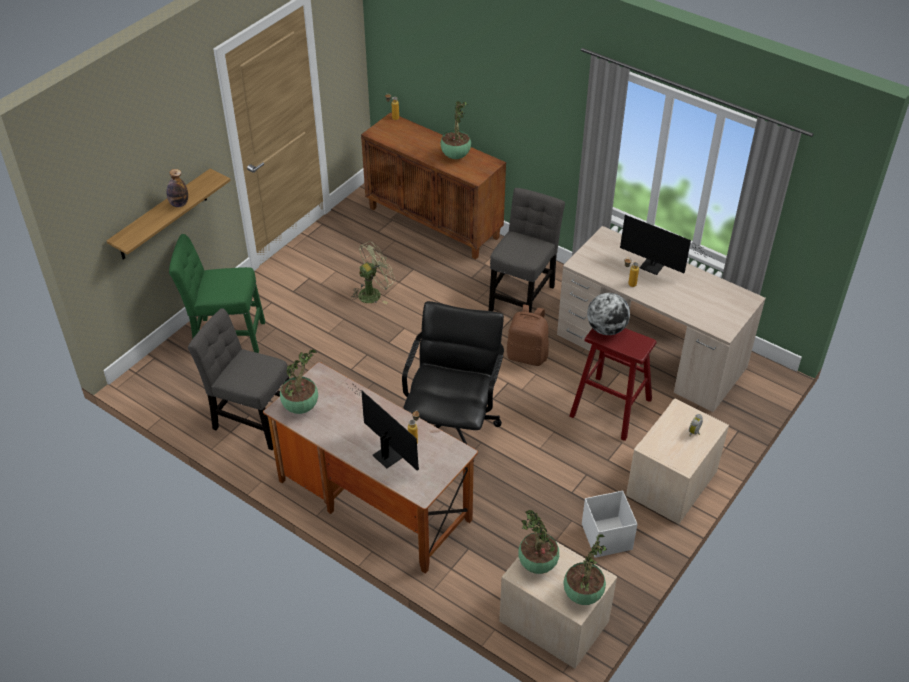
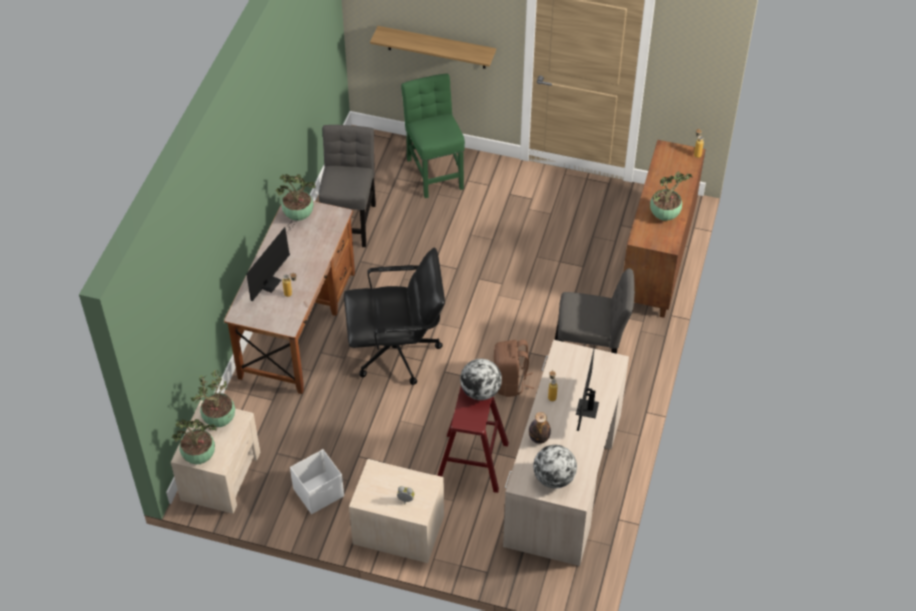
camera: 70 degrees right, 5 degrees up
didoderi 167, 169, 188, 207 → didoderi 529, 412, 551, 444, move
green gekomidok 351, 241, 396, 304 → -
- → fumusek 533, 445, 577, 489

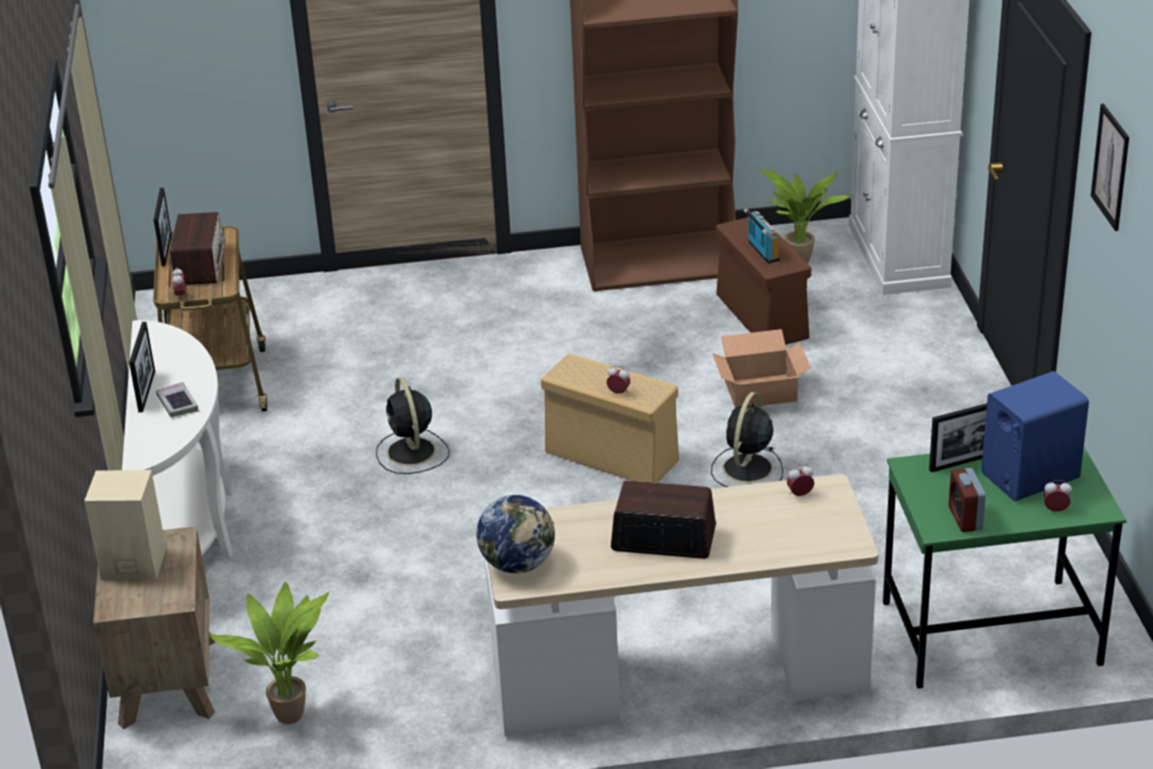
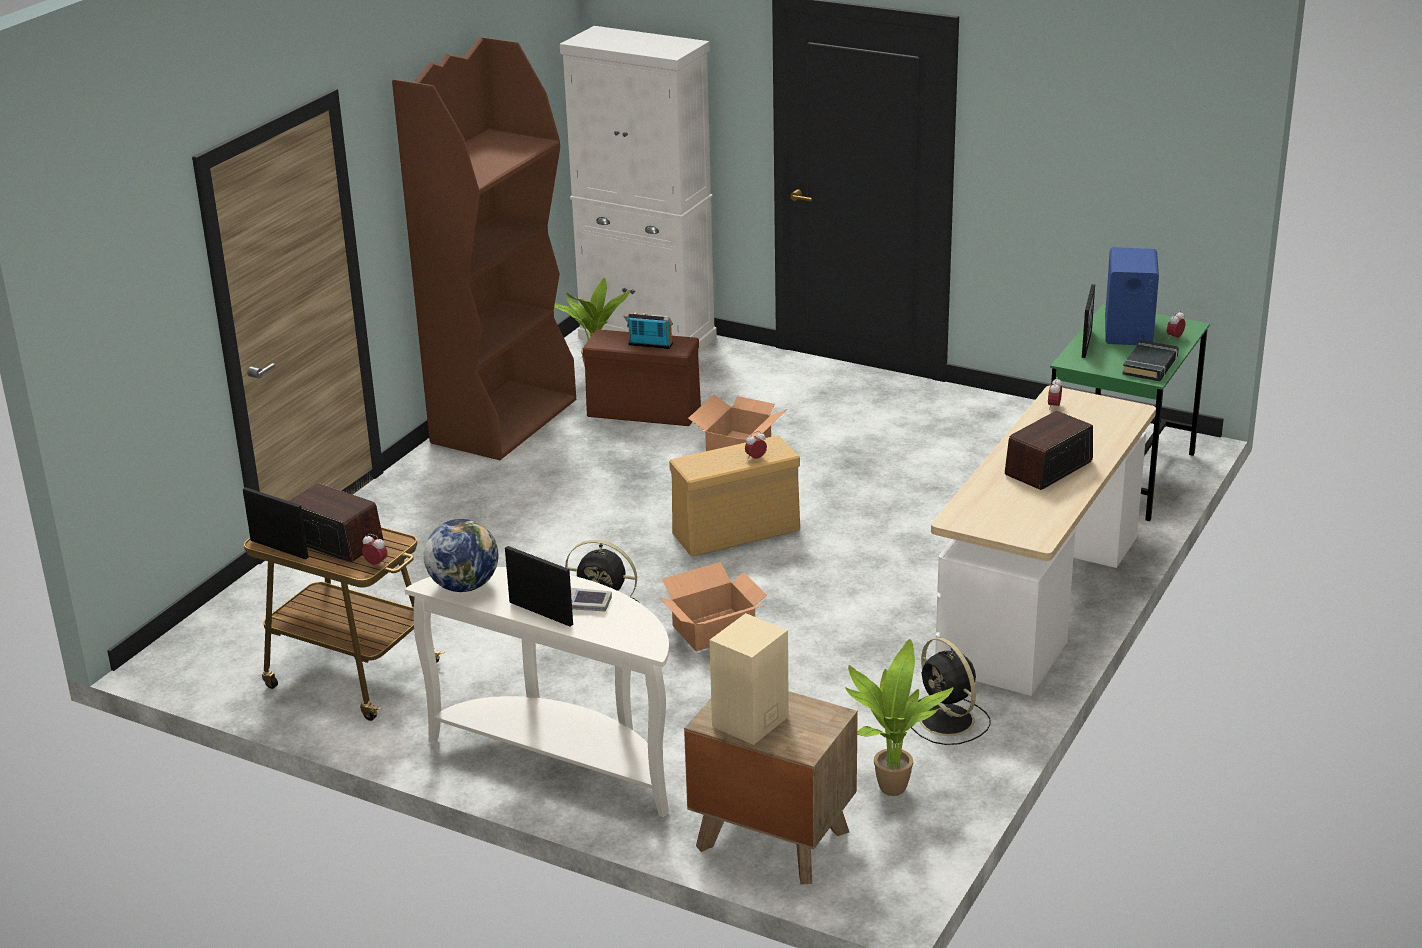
camera: 55 degrees left, 5 degrees down
fumusek 476, 495, 555, 573 → fumusek 424, 519, 499, 592, move
black gekomidok 711, 392, 783, 487 → black gekomidok 911, 637, 991, 745, move
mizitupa 949, 468, 986, 532 → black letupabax 1122, 340, 1179, 381
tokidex 1091, 104, 1129, 231 → -
- → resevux 659, 562, 767, 651

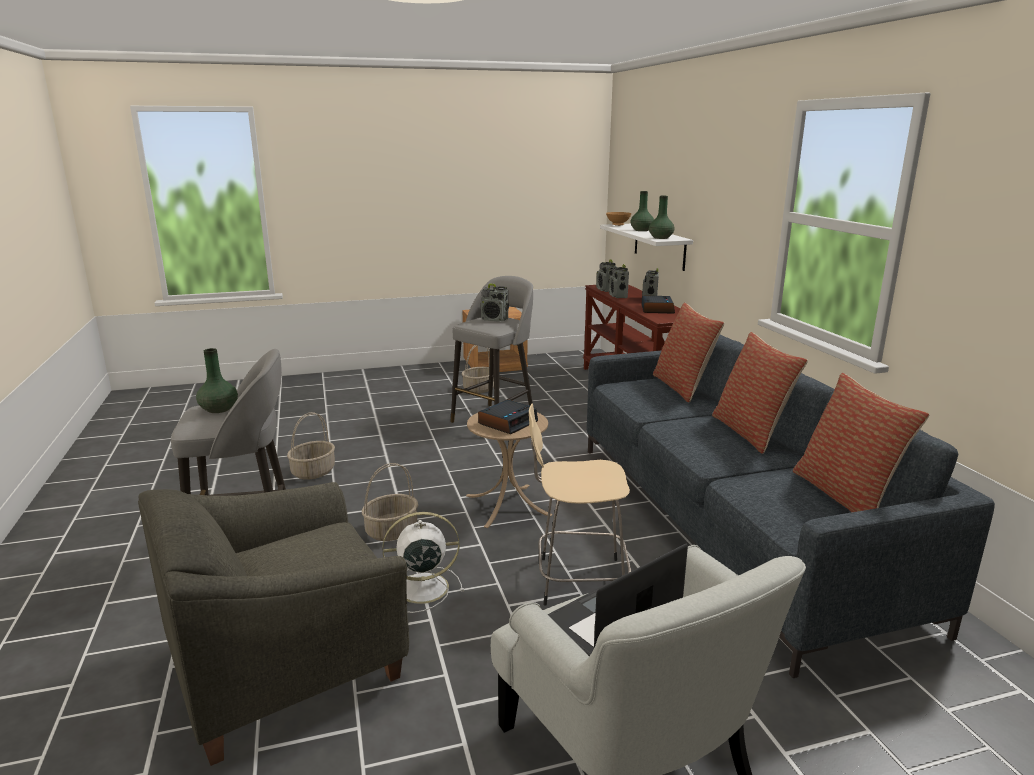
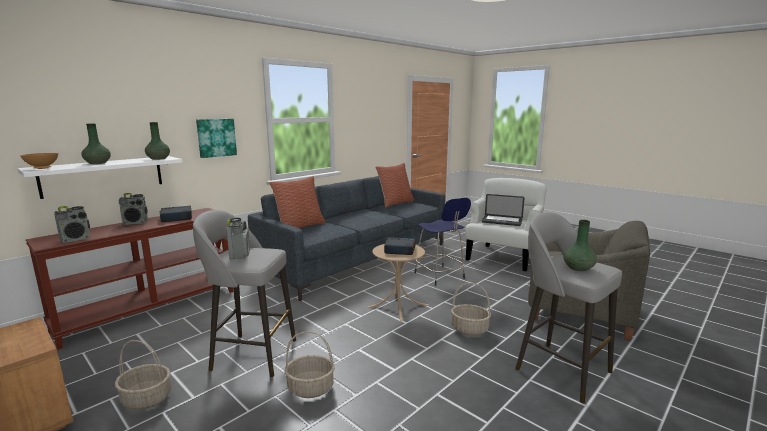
camera: 120 degrees left, 5 degrees down
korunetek 287, 412, 335, 480 → korunetek 284, 331, 335, 398, move
white gekomidok 382, 512, 464, 613 → -
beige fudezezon 529, 404, 631, 606 → blue fudezezon 415, 198, 471, 286
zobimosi 609, 264, 629, 298 → -
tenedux 712, 332, 808, 454 → -
- → tokidex 196, 119, 237, 158

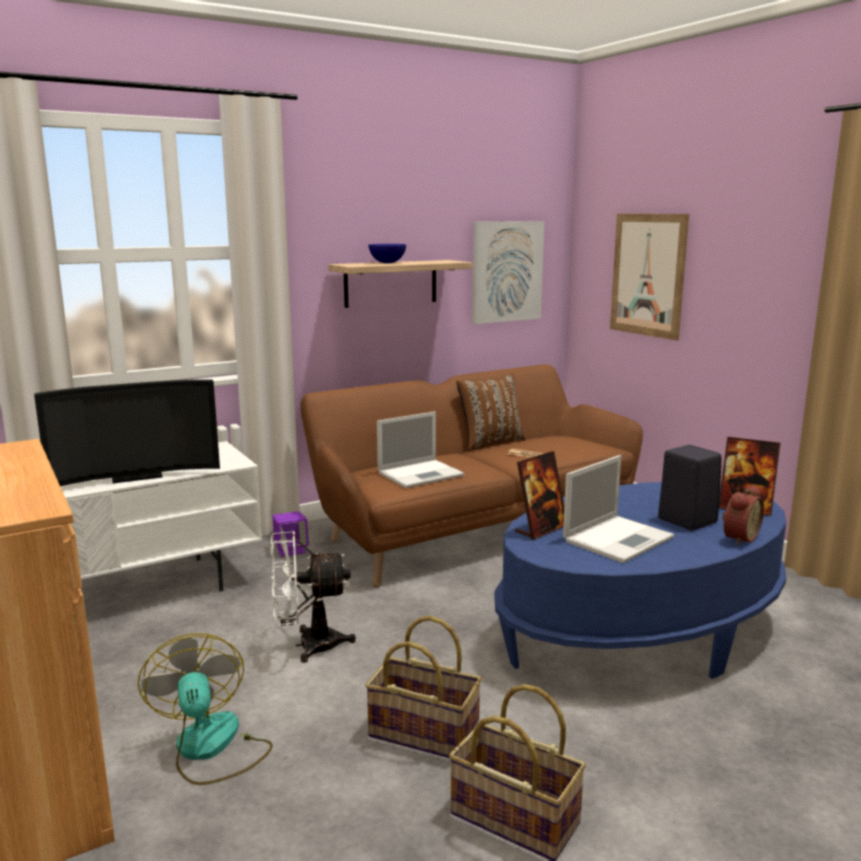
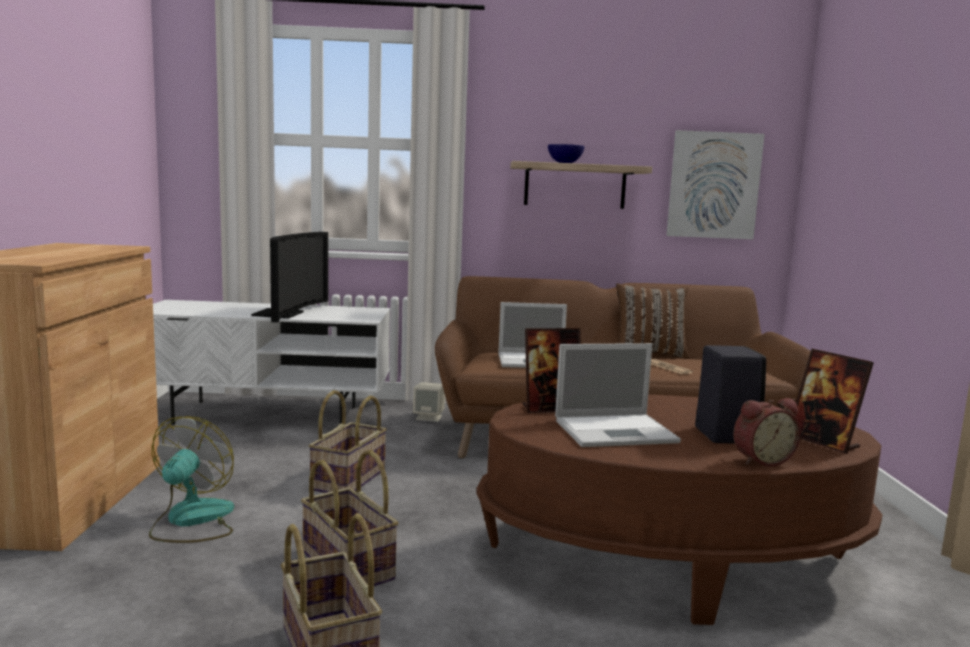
camera: 30 degrees right, 5 degrees down
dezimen 34, 379, 220, 486 → dezimen 251, 232, 328, 323, 90 degrees counterclockwise
white gekomidok 270, 531, 356, 663 → korunetek 308, 390, 387, 493
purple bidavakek 272, 511, 309, 557 → beige bidavakek 413, 382, 445, 422
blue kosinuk 494, 482, 786, 679 → brown kosinuk 476, 394, 882, 625
tokidex 610, 214, 689, 341 → -

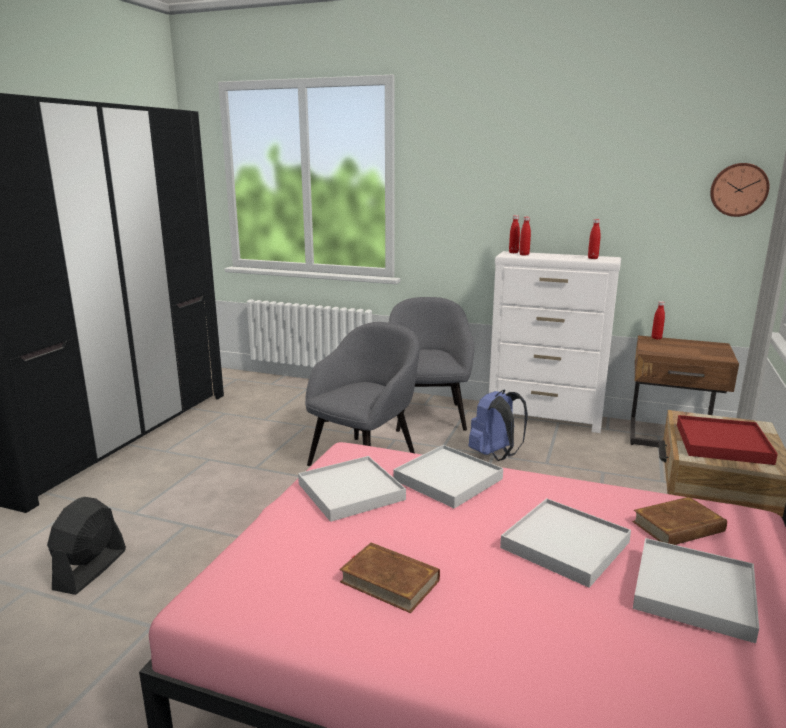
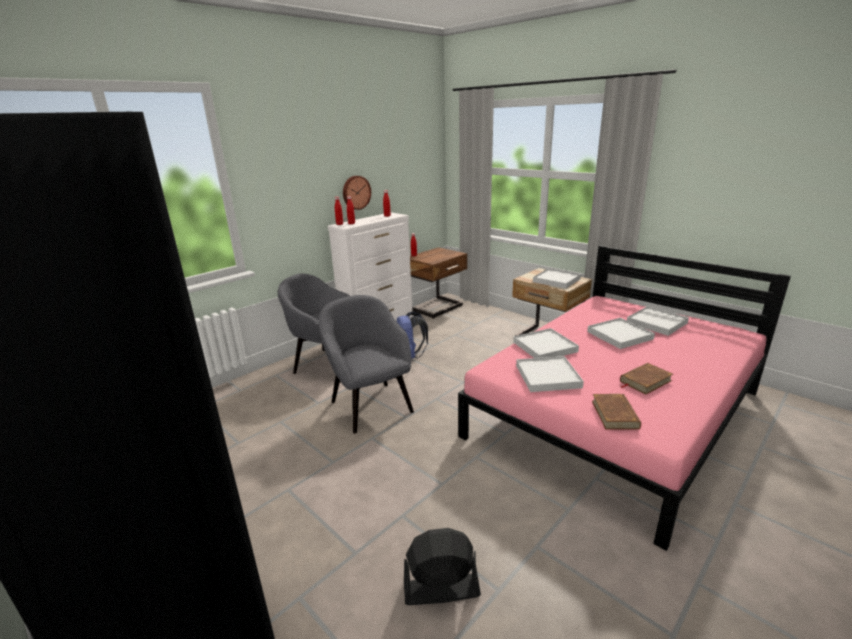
camera: 65 degrees left, 5 degrees up
black gekomidok 47, 497, 126, 595 → black gekomidok 404, 528, 481, 605, 135 degrees clockwise
brown letupabax 632, 497, 727, 545 → brown letupabax 592, 394, 641, 429, move
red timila 677, 415, 778, 465 → white timila 533, 268, 581, 289
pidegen 710, 163, 769, 217 → pidegen 343, 176, 371, 210, move

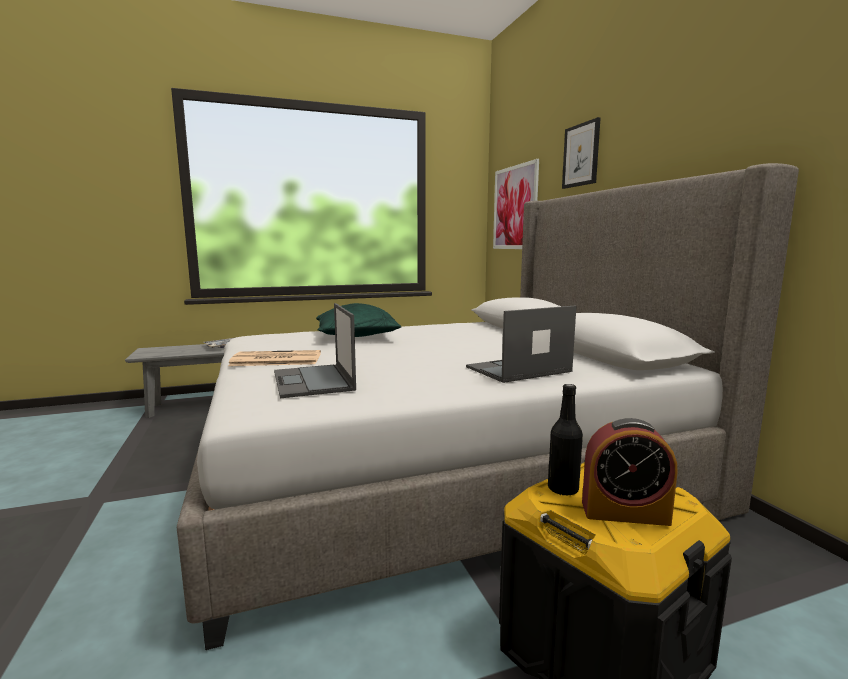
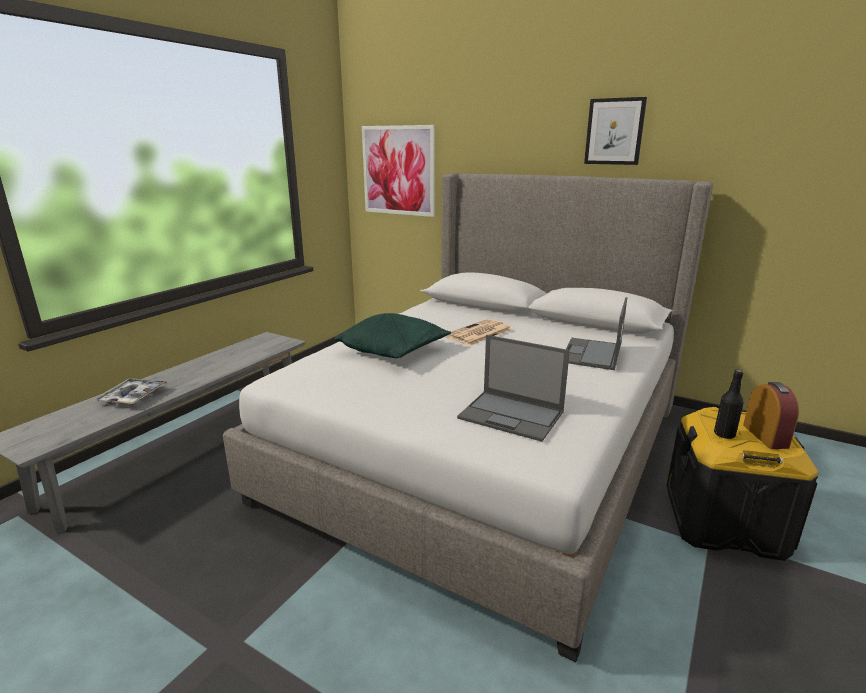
camera: 40 degrees left, 10 degrees up
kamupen 228, 350, 321, 366 → kamupen 445, 319, 512, 346, move
tokidex 562, 117, 600, 189 → tokidex 584, 97, 647, 165, move
mizitupa 582, 418, 678, 526 → mizitupa 743, 382, 799, 449, 60 degrees counterclockwise

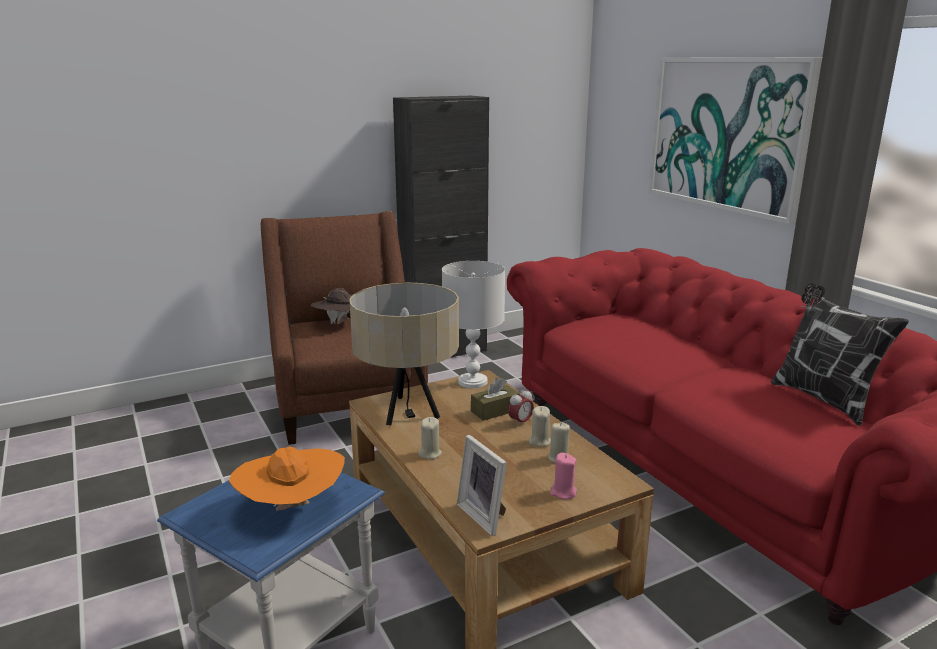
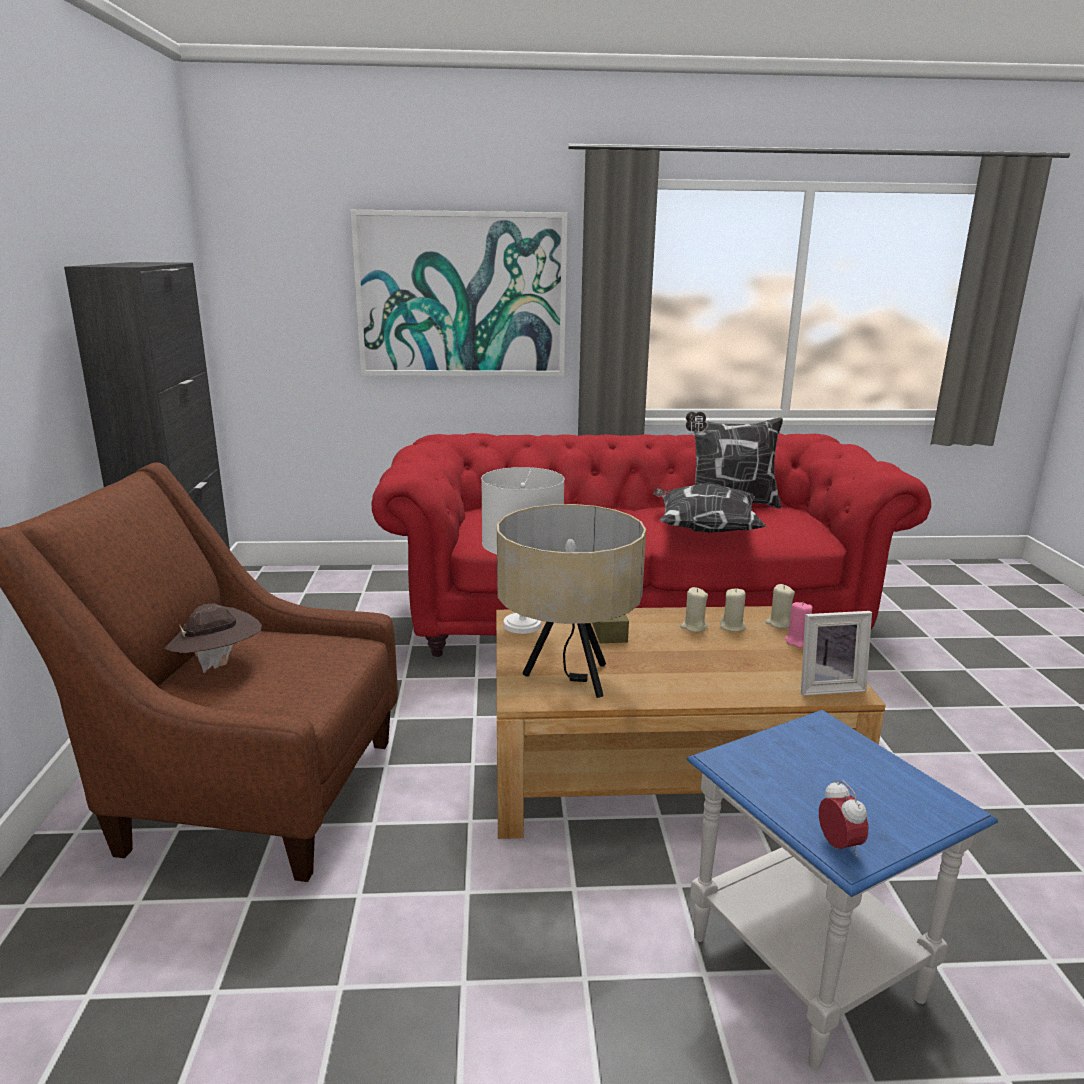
camera: 65 degrees left, 0 degrees up
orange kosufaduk 229, 446, 345, 511 → -
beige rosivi 418, 417, 442, 459 → beige rosivi 765, 584, 795, 629, move
mizitupa 508, 388, 534, 427 → mizitupa 819, 780, 868, 857, move
- → tenedux 653, 483, 766, 533

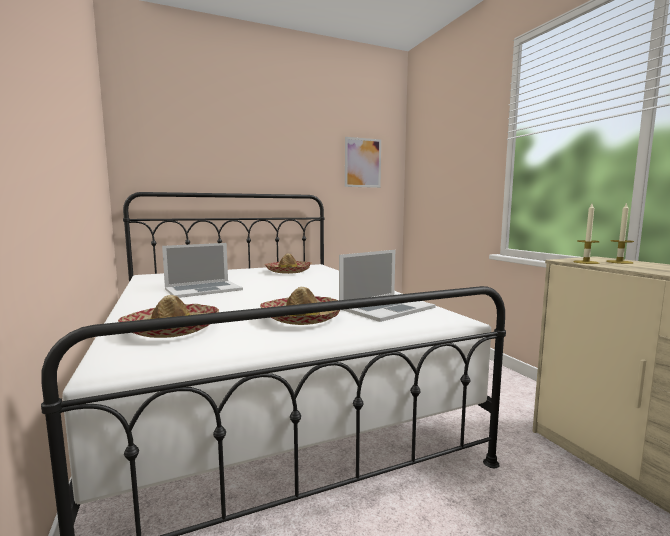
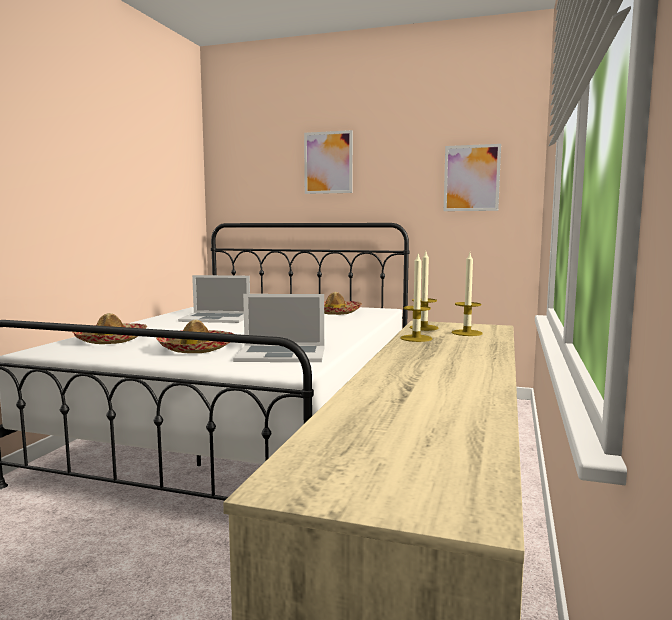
camera: 40 degrees right, 0 degrees up
- → tokidex 304, 130, 353, 194
- → rosivi 400, 252, 432, 342

